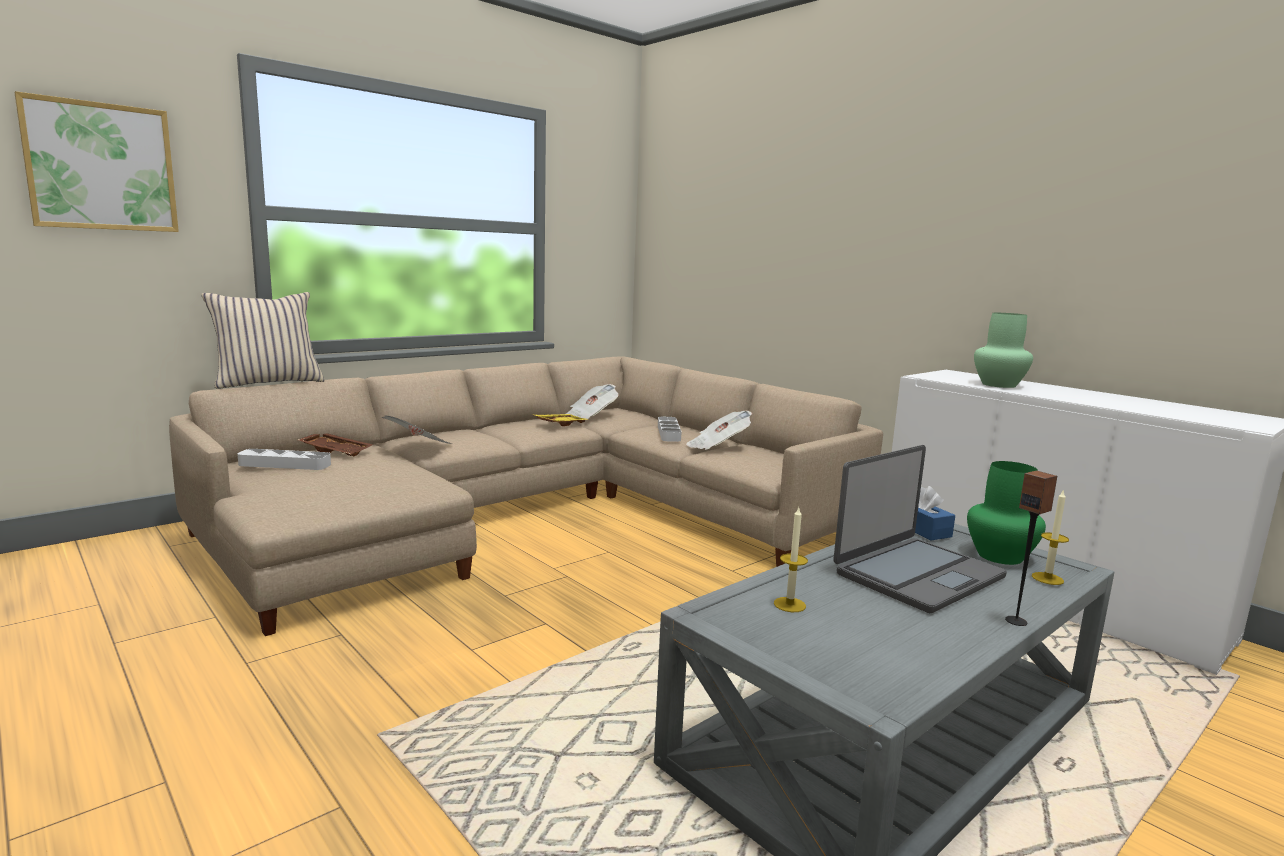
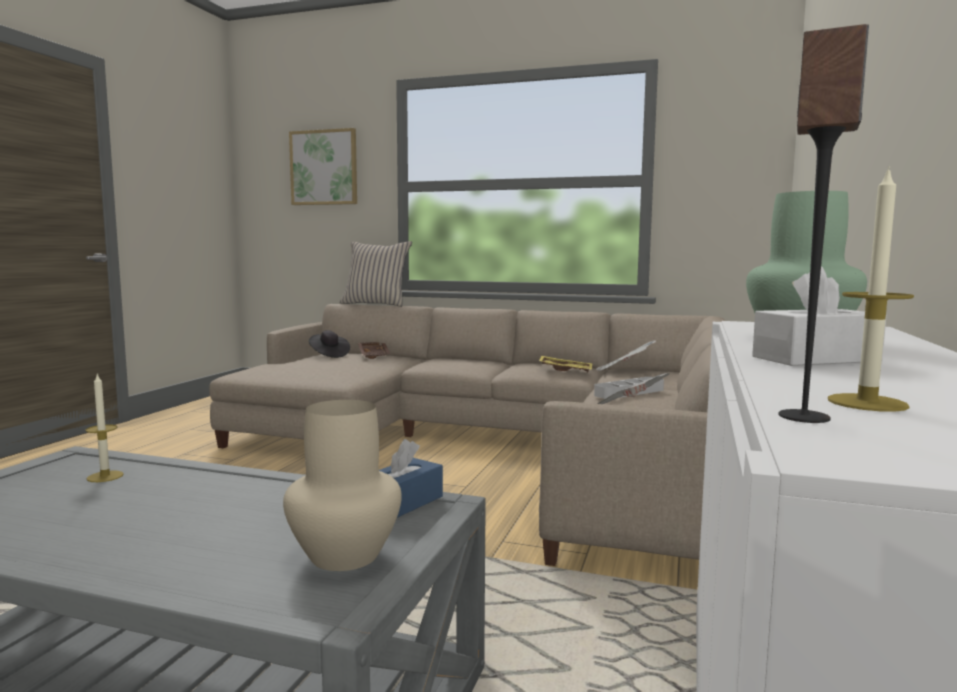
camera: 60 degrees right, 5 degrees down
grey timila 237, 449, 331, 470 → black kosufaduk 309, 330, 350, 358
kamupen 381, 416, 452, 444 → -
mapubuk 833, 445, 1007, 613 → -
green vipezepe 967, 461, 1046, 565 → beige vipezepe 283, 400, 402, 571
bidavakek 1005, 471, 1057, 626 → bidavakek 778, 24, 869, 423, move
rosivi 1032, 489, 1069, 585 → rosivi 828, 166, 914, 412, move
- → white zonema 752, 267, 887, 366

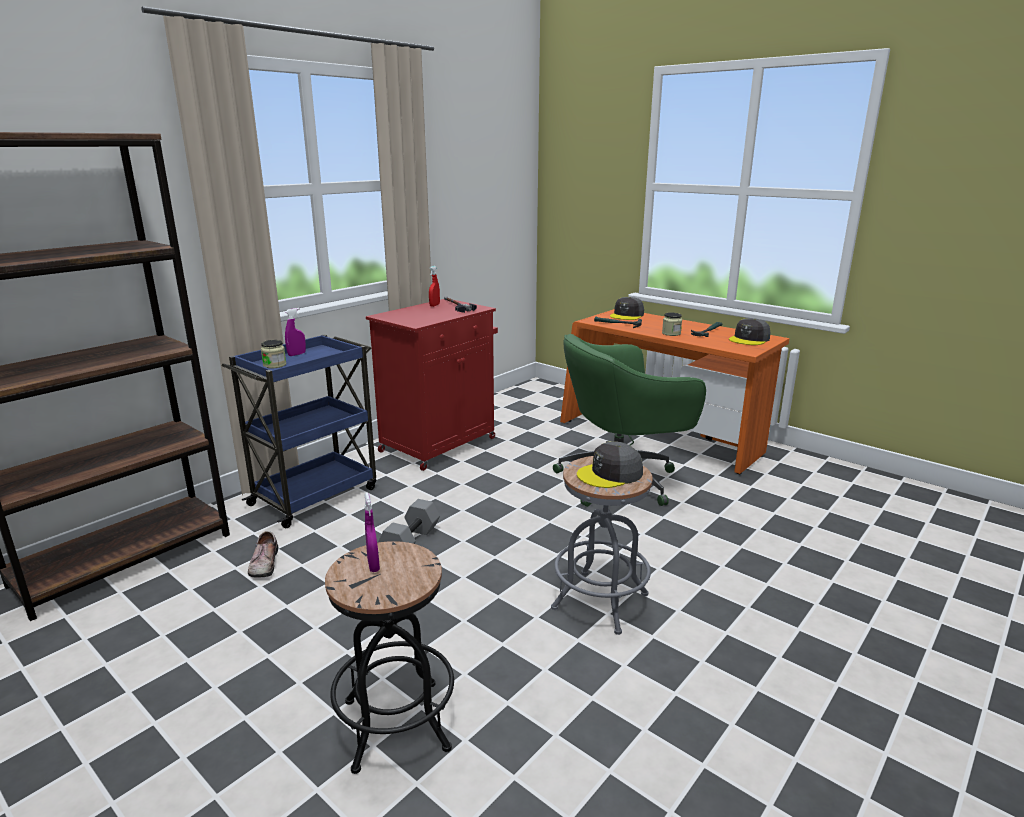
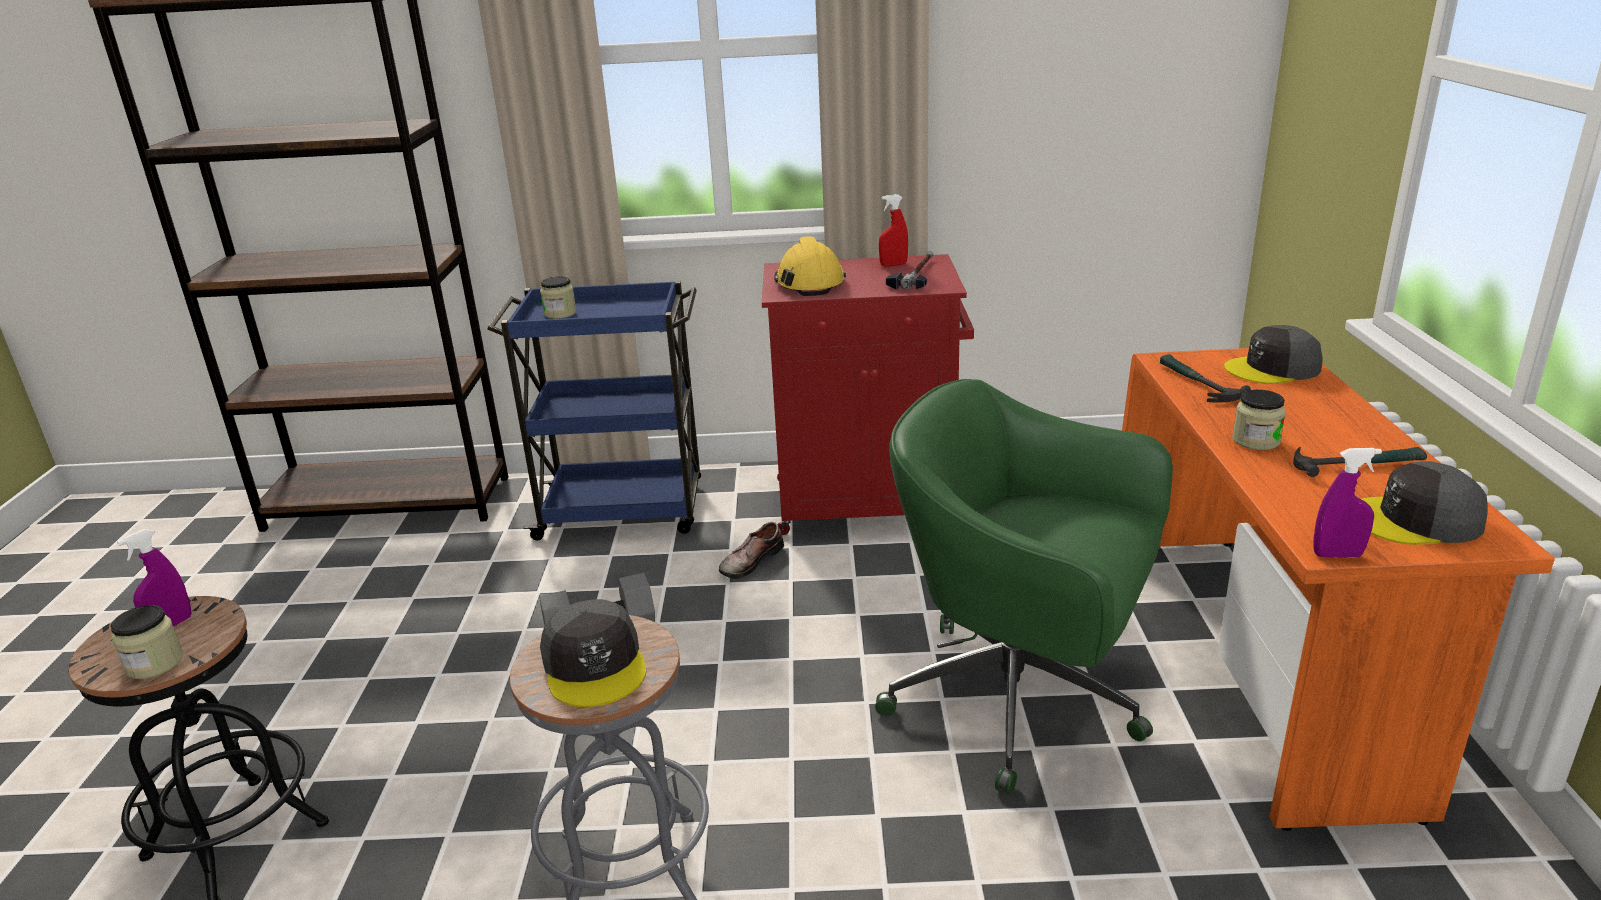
camera: 50 degrees right, 5 degrees up
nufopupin 248, 531, 278, 578 → nufopupin 719, 522, 784, 579, move
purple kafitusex 285, 308, 306, 356 → purple kafitusex 1313, 448, 1382, 558, move
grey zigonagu 577, 441, 643, 488 → grey zigonagu 540, 599, 646, 707, 135 degrees counterclockwise
- → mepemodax 111, 605, 183, 679
- → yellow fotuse 774, 236, 846, 296

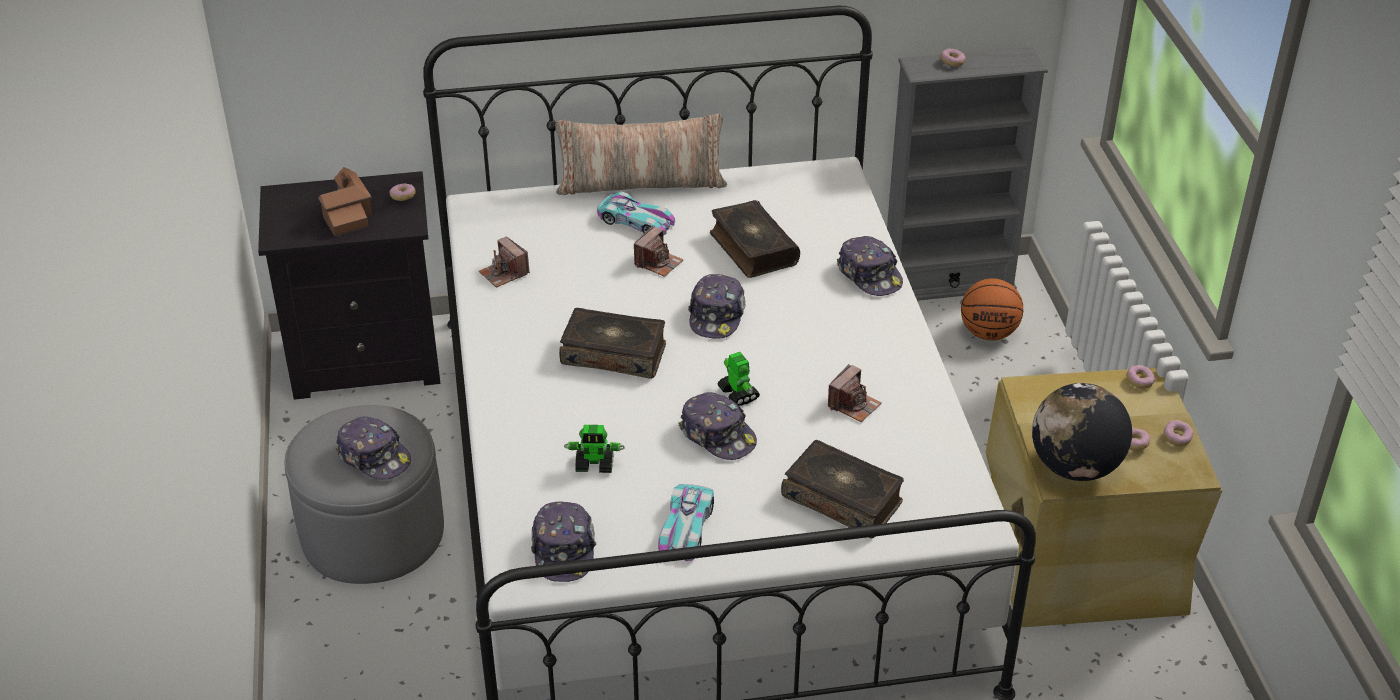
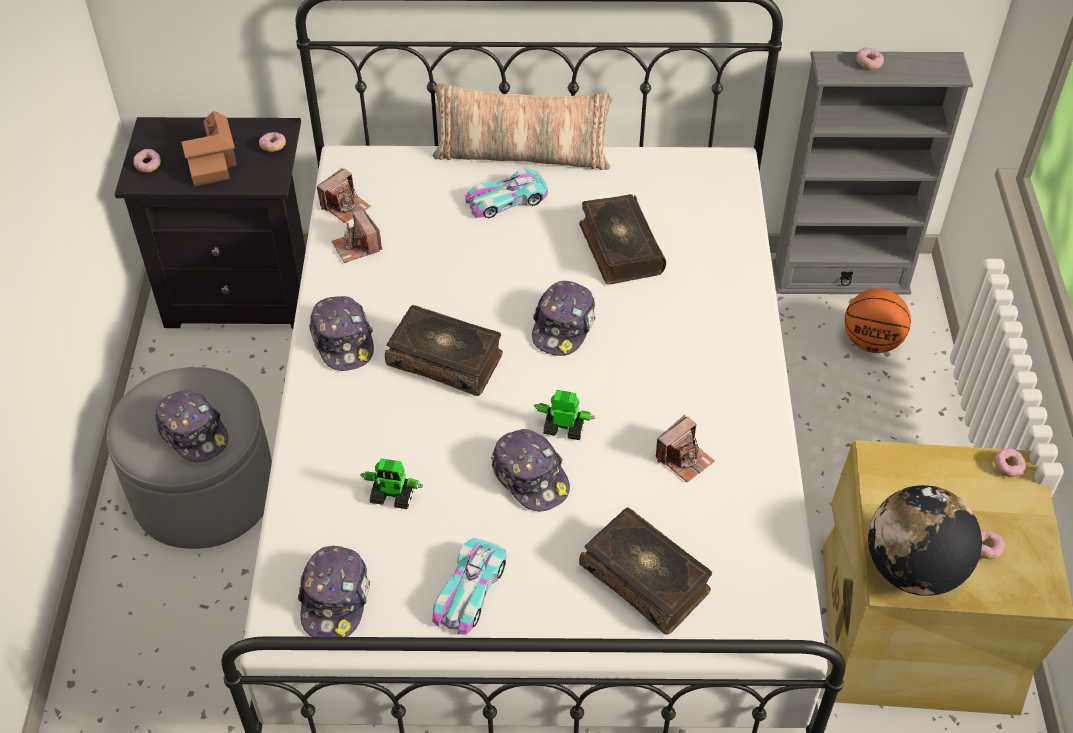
camera: 10 degrees right, 10 degrees up
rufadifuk 597, 191, 675, 236 → rufadifuk 465, 168, 548, 219, 120 degrees clockwise
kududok 634, 226, 684, 277 → kududok 317, 167, 370, 223, move
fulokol 718, 352, 760, 406 → fulokol 534, 390, 595, 440, 60 degrees counterclockwise
zigonagu 837, 236, 903, 296 → zigonagu 309, 296, 374, 371, move
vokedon 1163, 420, 1193, 446 → vokedon 133, 149, 161, 173, move

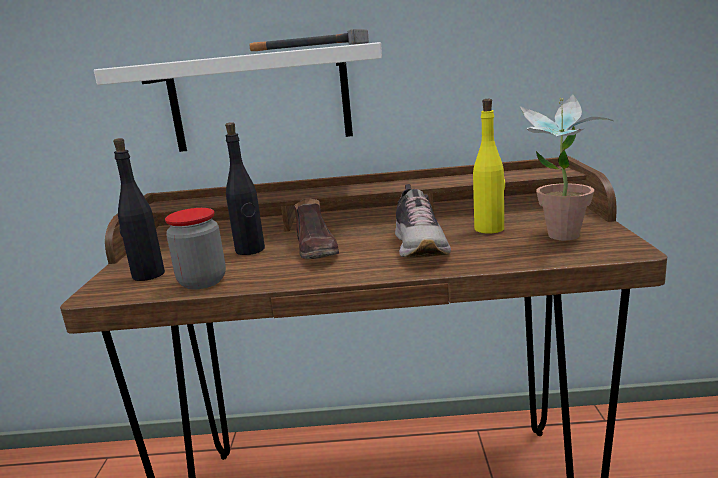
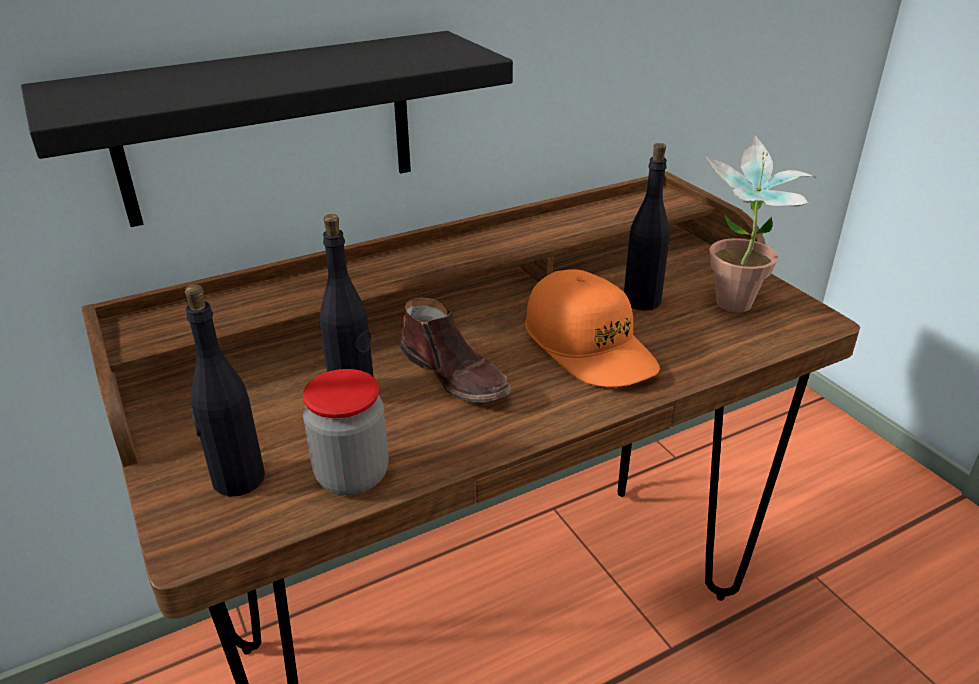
camera: 30 degrees left, 15 degrees up
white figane 94, 42, 382, 152 → black figane 21, 31, 513, 227
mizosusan 249, 29, 369, 51 → -
nufopupin 395, 184, 451, 258 → orange zigonagu 525, 269, 660, 387
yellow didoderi 473, 99, 505, 233 → black didoderi 624, 143, 670, 310

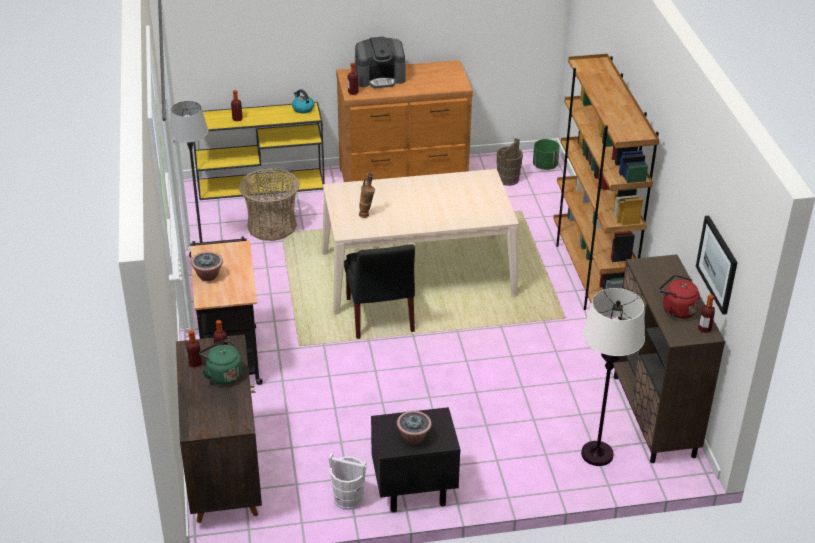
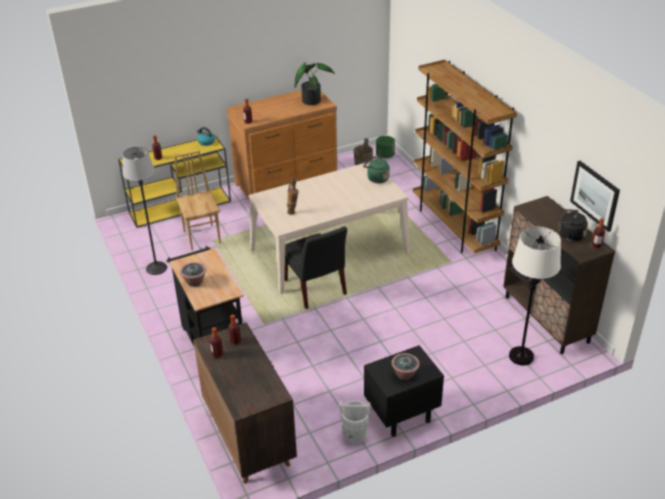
camera: 15 degrees left, 0 degrees up
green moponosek 199, 339, 242, 385 → green moponosek 363, 157, 390, 183, move
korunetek 239, 168, 300, 241 → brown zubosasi 174, 151, 221, 250
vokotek 355, 37, 406, 88 → -
red moponosek 659, 275, 700, 319 → black moponosek 558, 209, 588, 242
- → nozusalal 295, 62, 335, 105

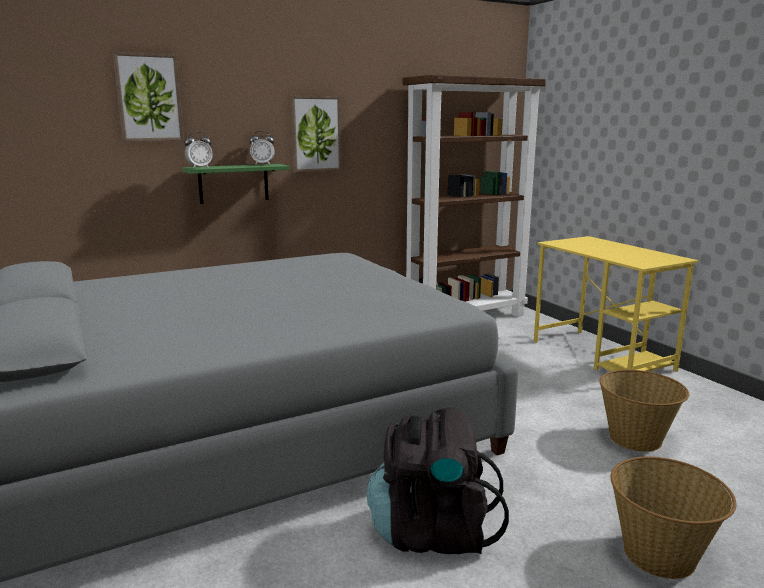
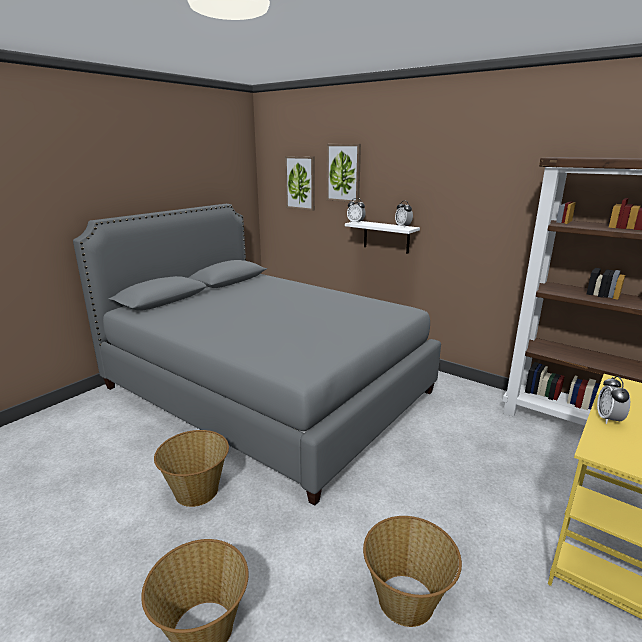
camera: 65 degrees right, 5 degrees up
green figane 183, 164, 290, 204 → white figane 345, 221, 420, 254
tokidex 290, 96, 342, 172 → tokidex 285, 156, 315, 211, move
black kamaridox 367, 407, 509, 554 → korunetek 154, 430, 229, 507
- → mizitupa 597, 376, 630, 424

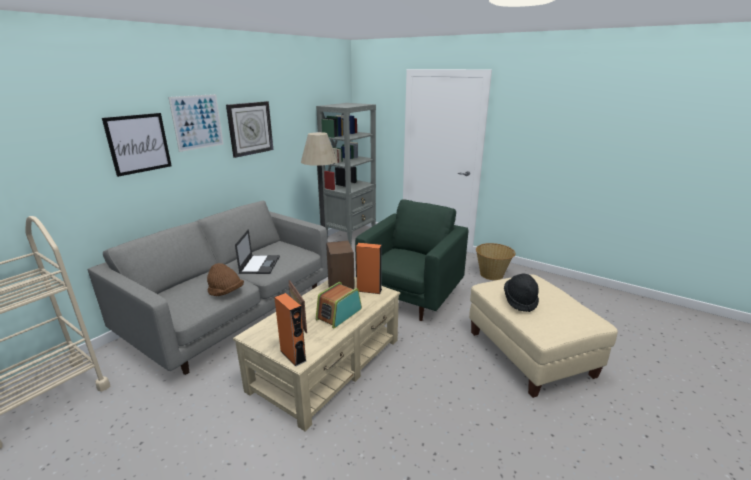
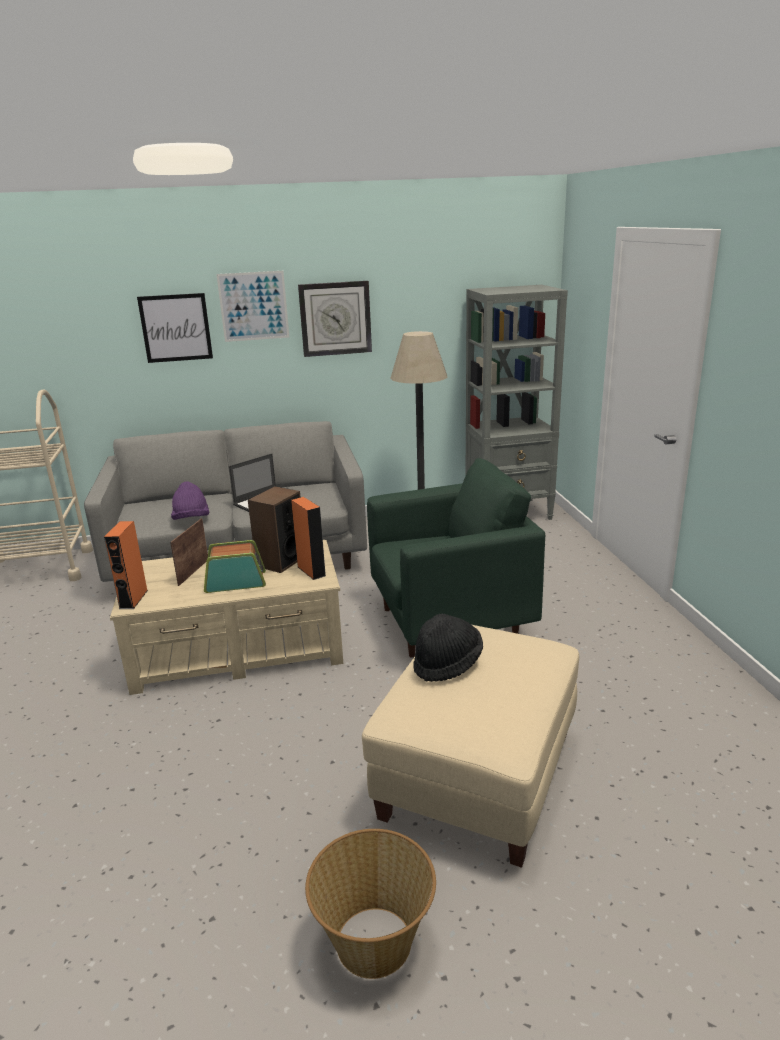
camera: 45 degrees right, 0 degrees up
brown kosufaduk 207, 263, 244, 296 → purple kosufaduk 171, 481, 209, 520
korunetek 476, 243, 515, 280 → korunetek 305, 829, 436, 979, move

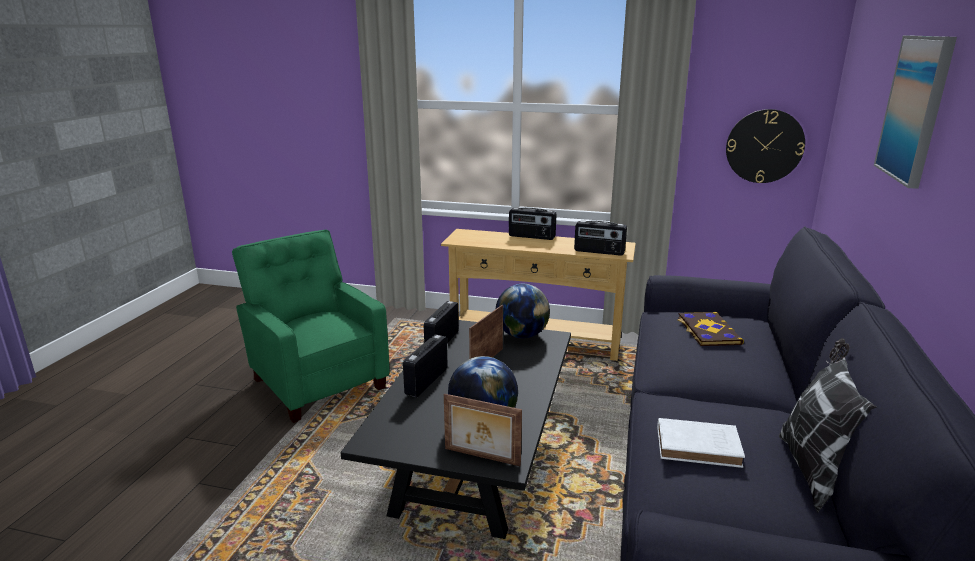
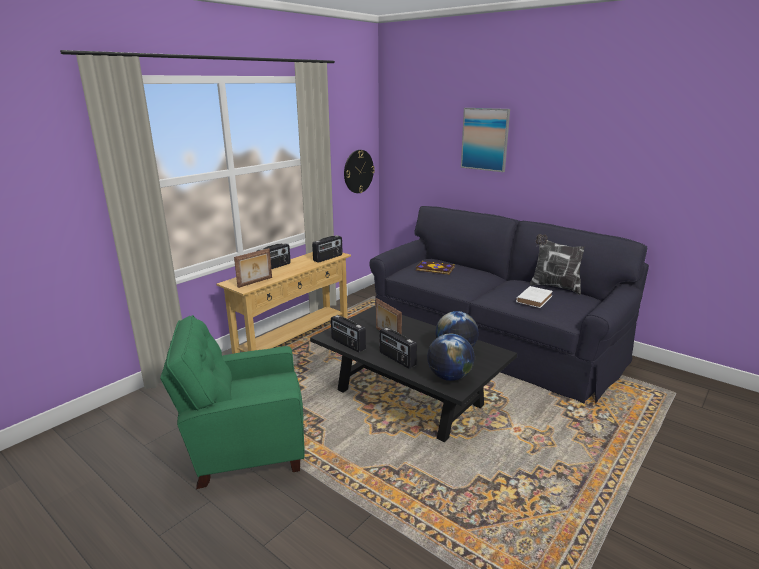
camera: 65 degrees left, 0 degrees up
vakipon 444, 393, 522, 466 → vakipon 234, 248, 272, 288, move
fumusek 496, 284, 550, 338 → fumusek 427, 334, 475, 381, move

